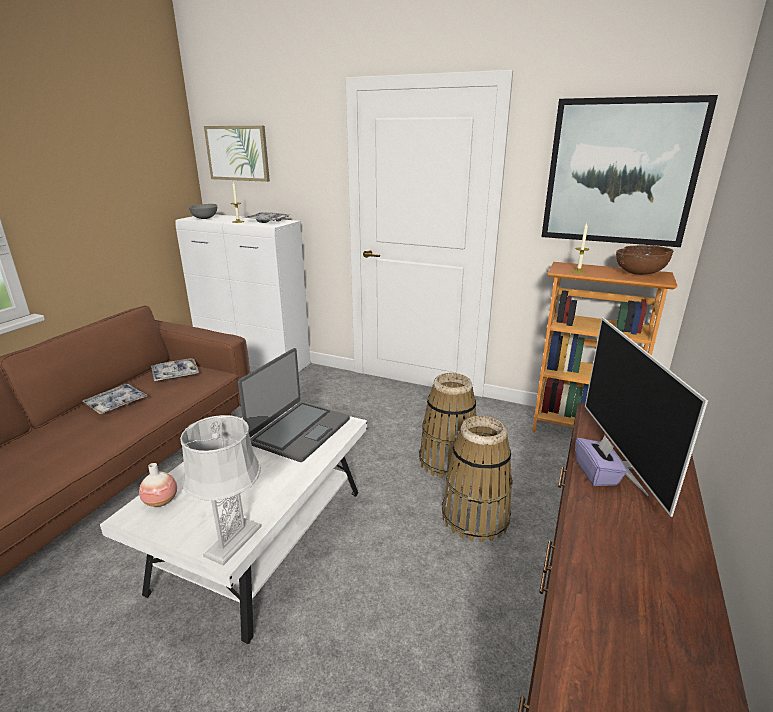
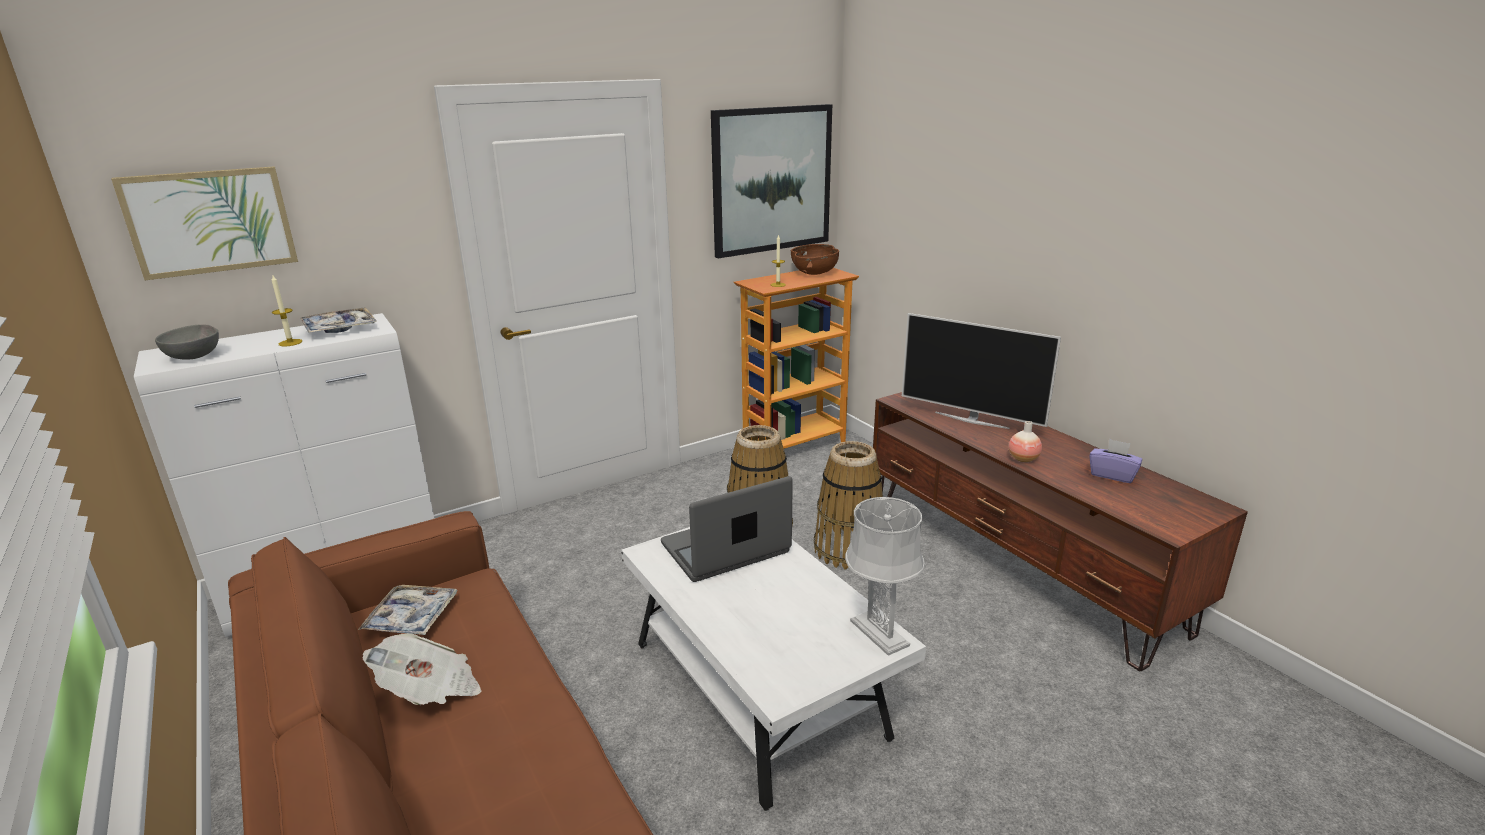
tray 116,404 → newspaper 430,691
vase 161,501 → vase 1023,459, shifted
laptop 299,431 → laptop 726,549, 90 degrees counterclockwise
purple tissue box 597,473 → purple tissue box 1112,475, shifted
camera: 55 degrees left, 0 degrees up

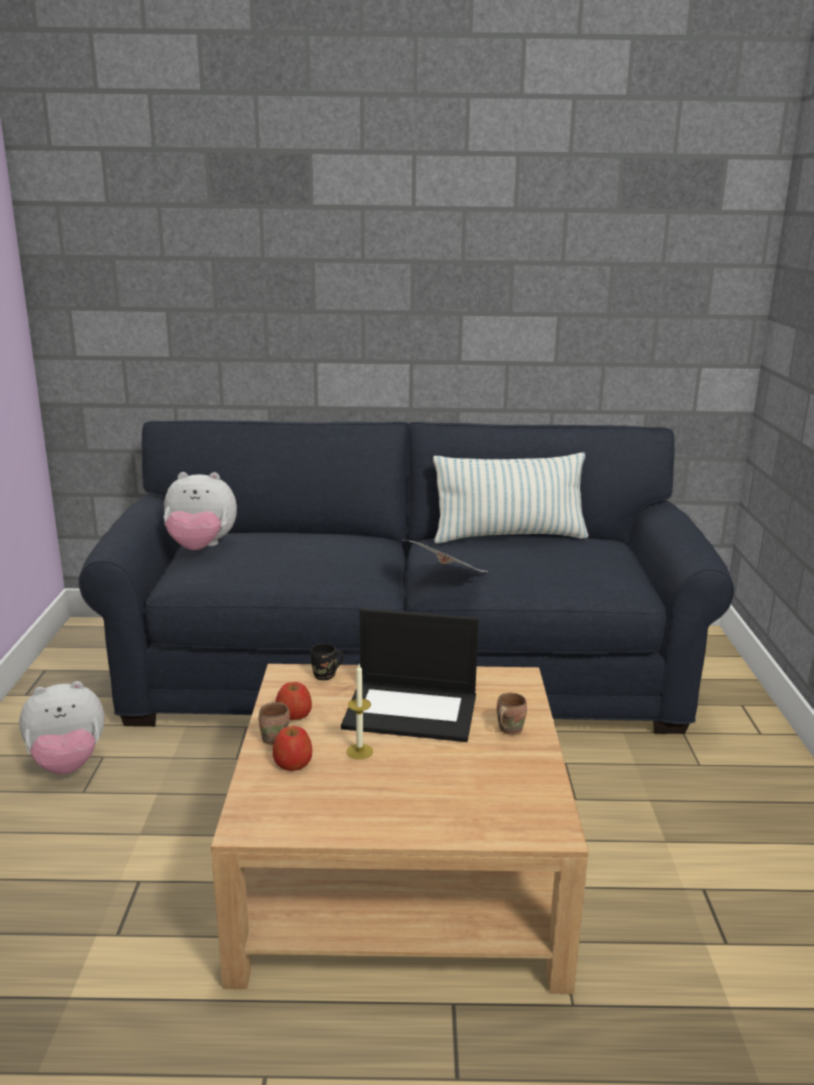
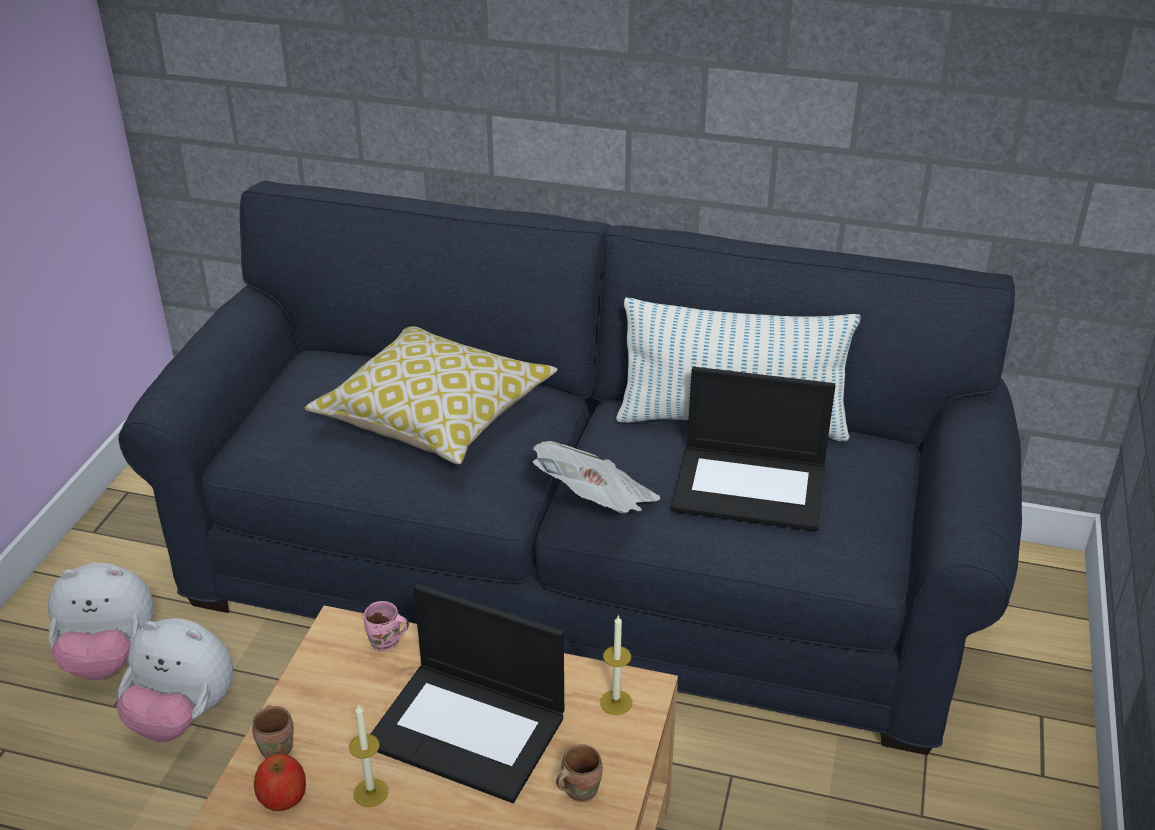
plush toy 201,548 → plush toy 183,716, shifted
apple 293,715 → -
black mug 326,676 → pink mug 386,643
- → pillow 435,416
- → candle 616,702
- → laptop 751,487
camera: 15 degrees right, 15 degrees up

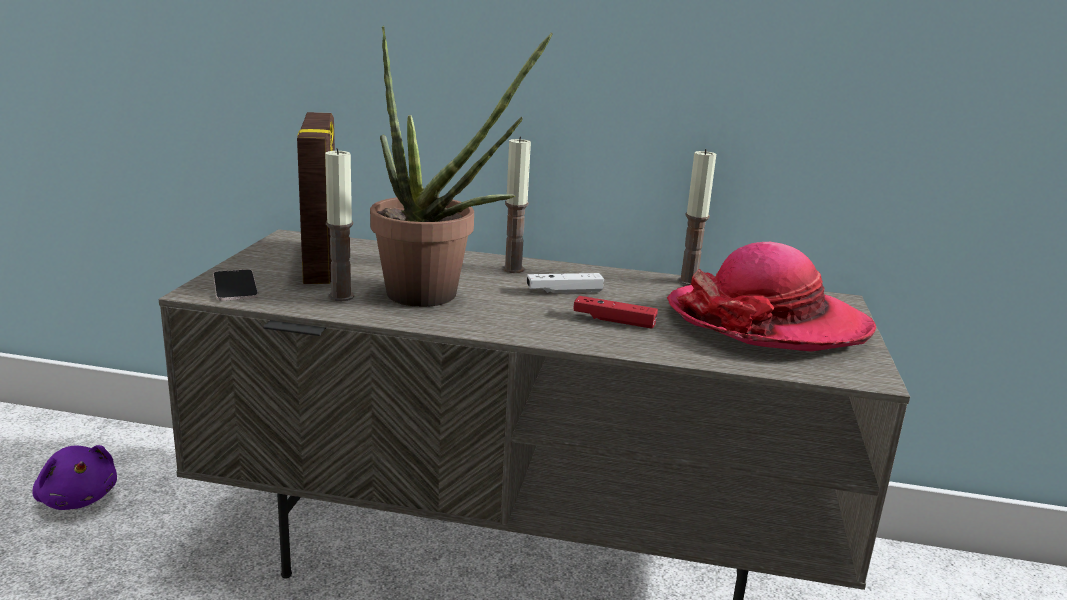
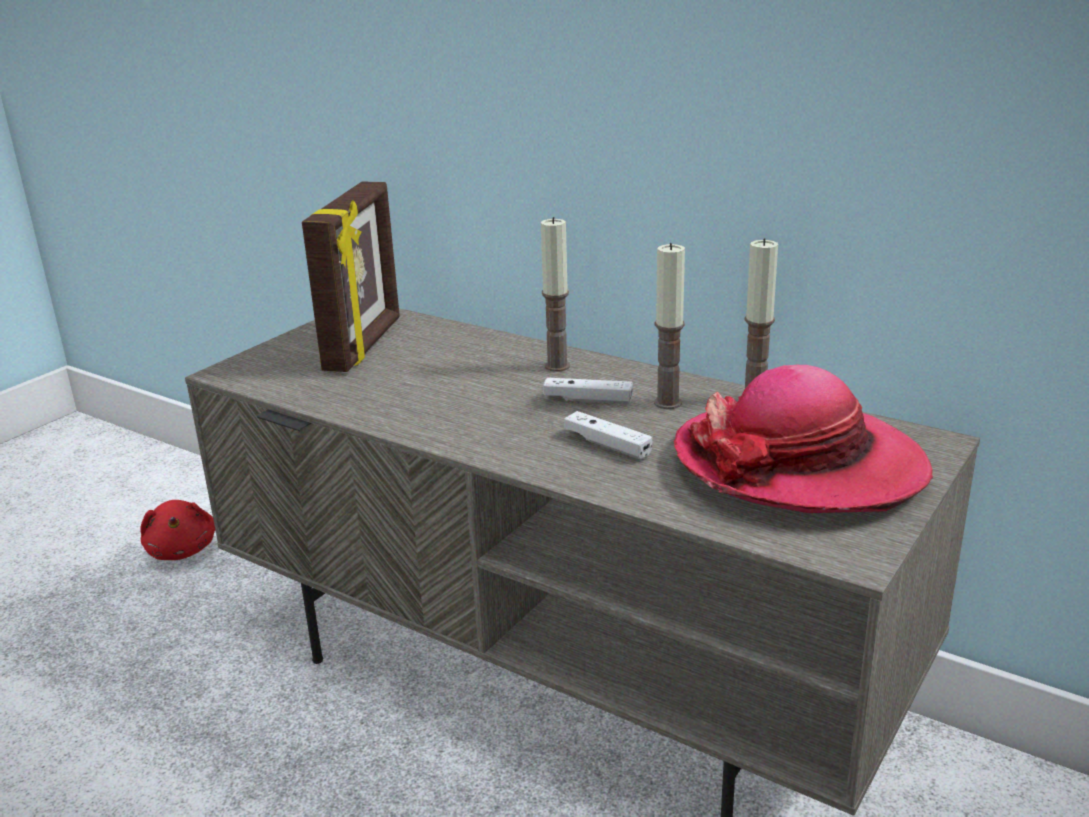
purple plush toy 78,498 → red plush toy 182,550
phone 235,286 → -
candle 341,296 → candle 668,403, shifted
potted plant 436,297 → -
red game controller 614,320 → white game controller 607,445
camera: 25 degrees right, 5 degrees up

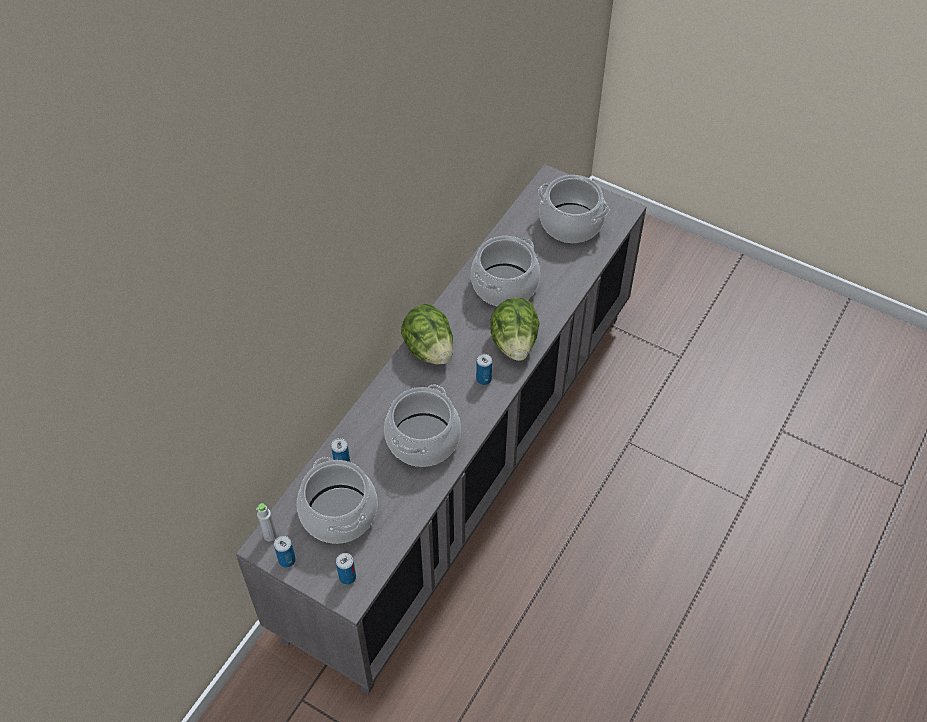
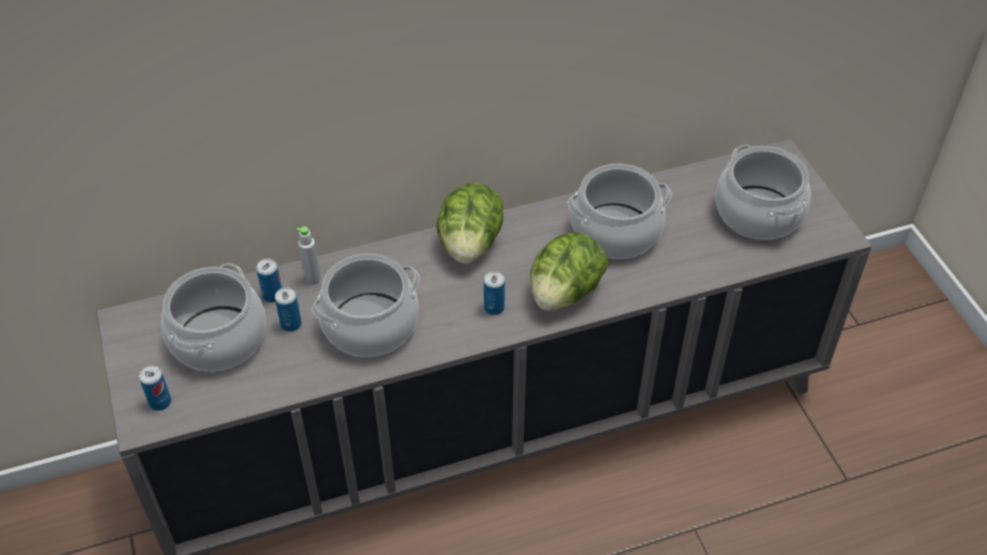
grey bottle 270,535 → grey bottle 312,279, shifted
can 287,560 → can 291,324, shifted
camera: 40 degrees right, 5 degrees down

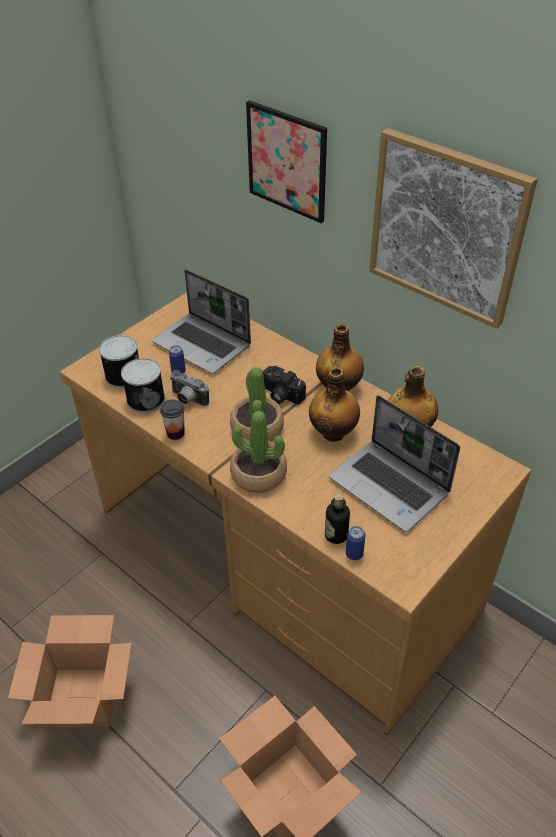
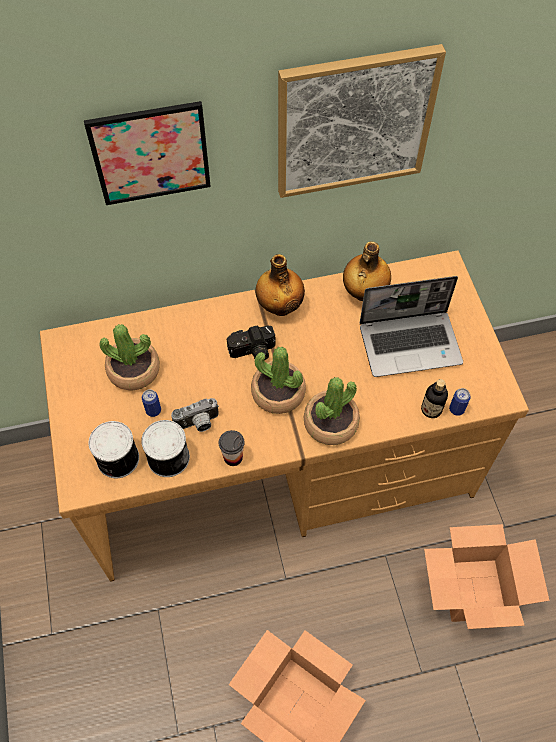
laptop 203,344 → potted plant 134,370
bottle 333,432 → -
camera: 55 degrees left, 15 degrees up

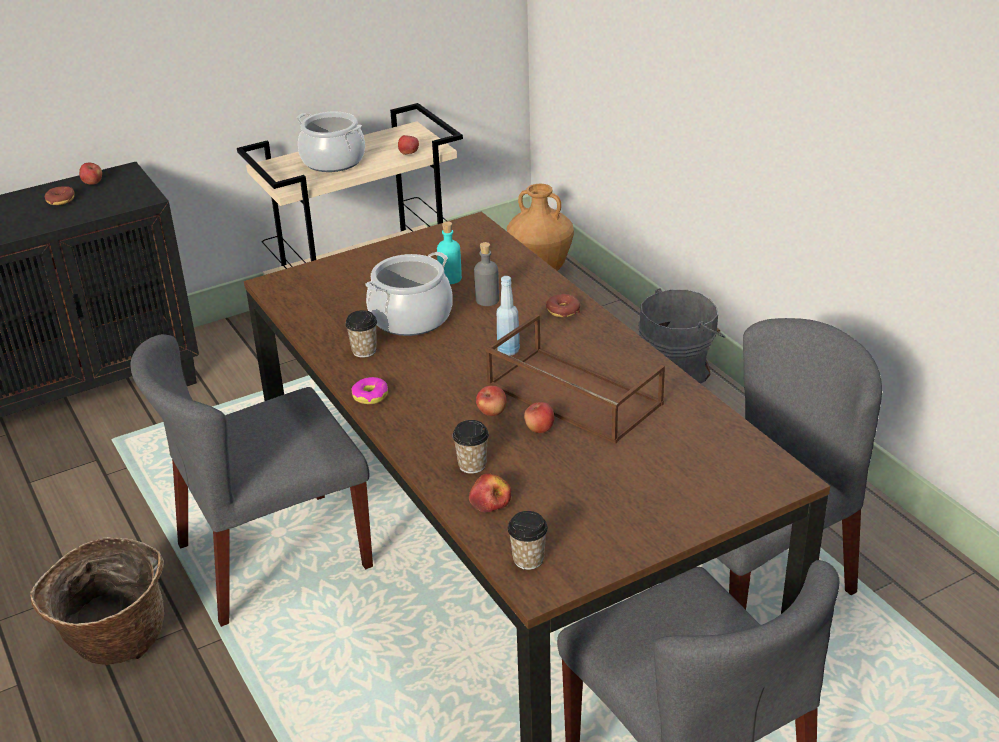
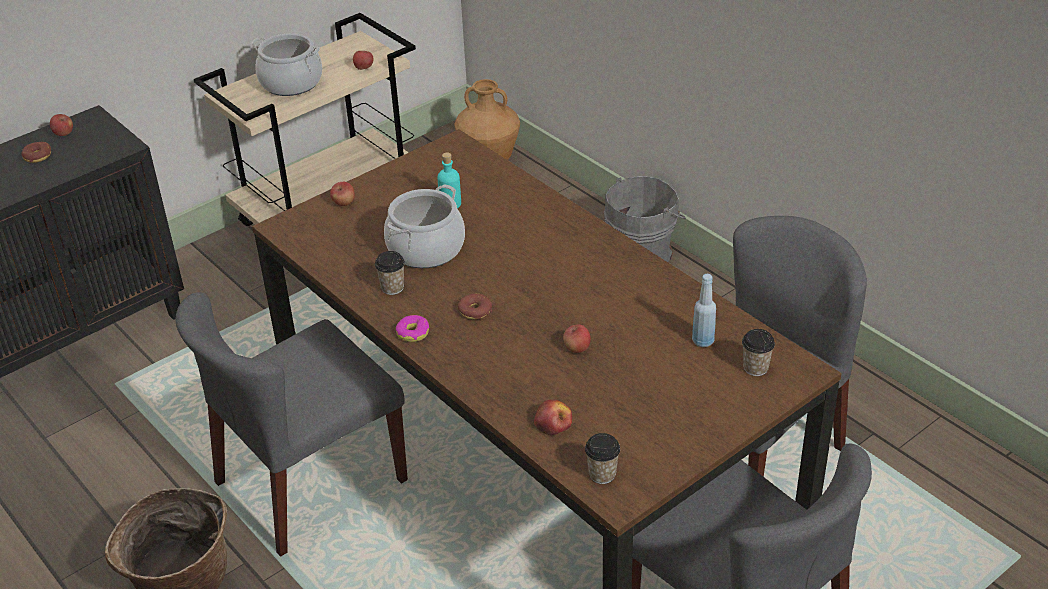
cup 472,465 → cup 755,368, shifted
grey bottle 487,300 → -
apple 492,412 → apple 344,203, shifted
brown tray 571,394 → -
blue bottle 508,351 → blue bottle 703,341, shifted
donut 563,311 → donut 475,311, shifted
camera: 10 degrees left, 5 degrees up

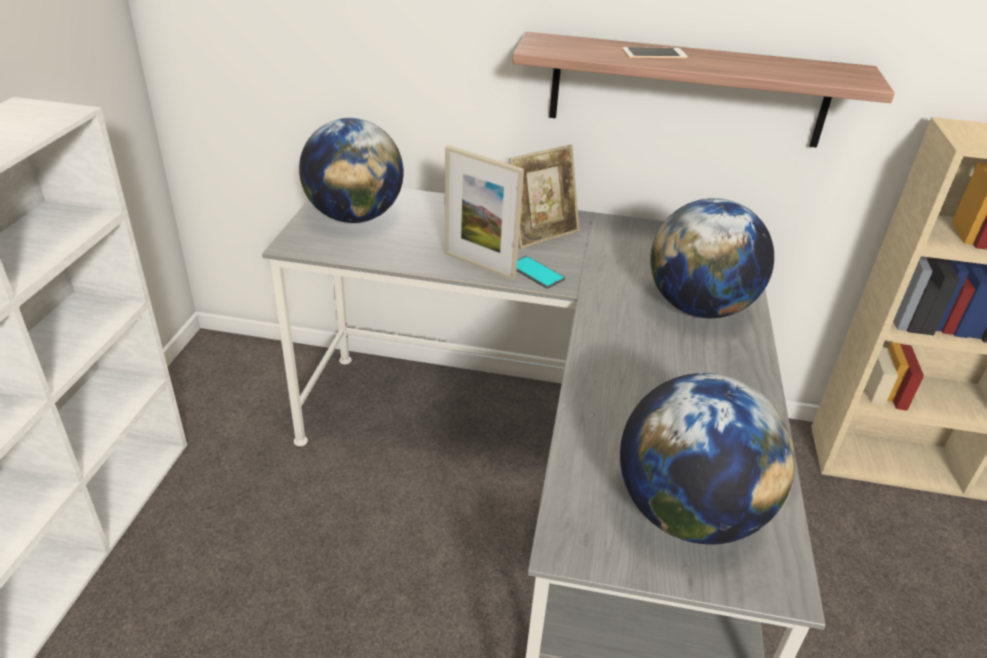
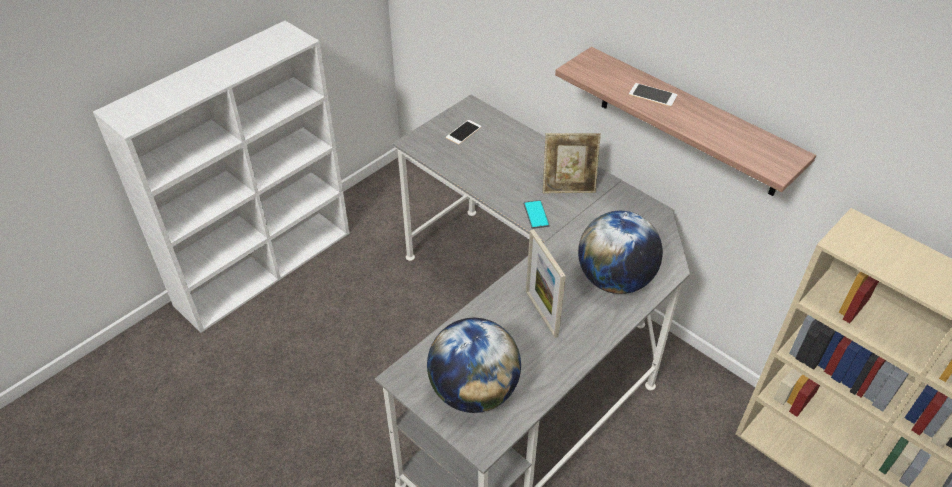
globe 354,217 → phone 463,132
picture frame 479,265 → picture frame 541,313, shifted
camera: 35 degrees right, 10 degrees up

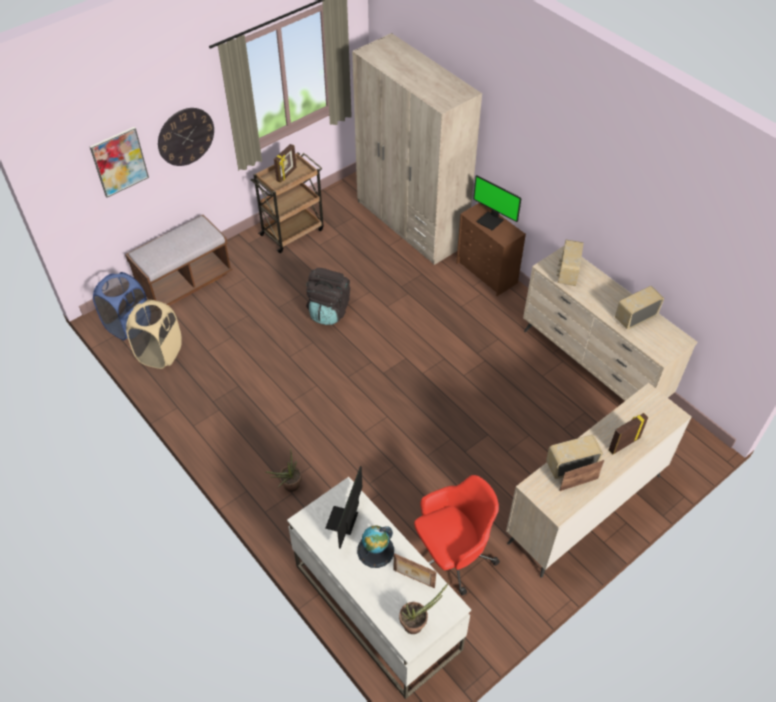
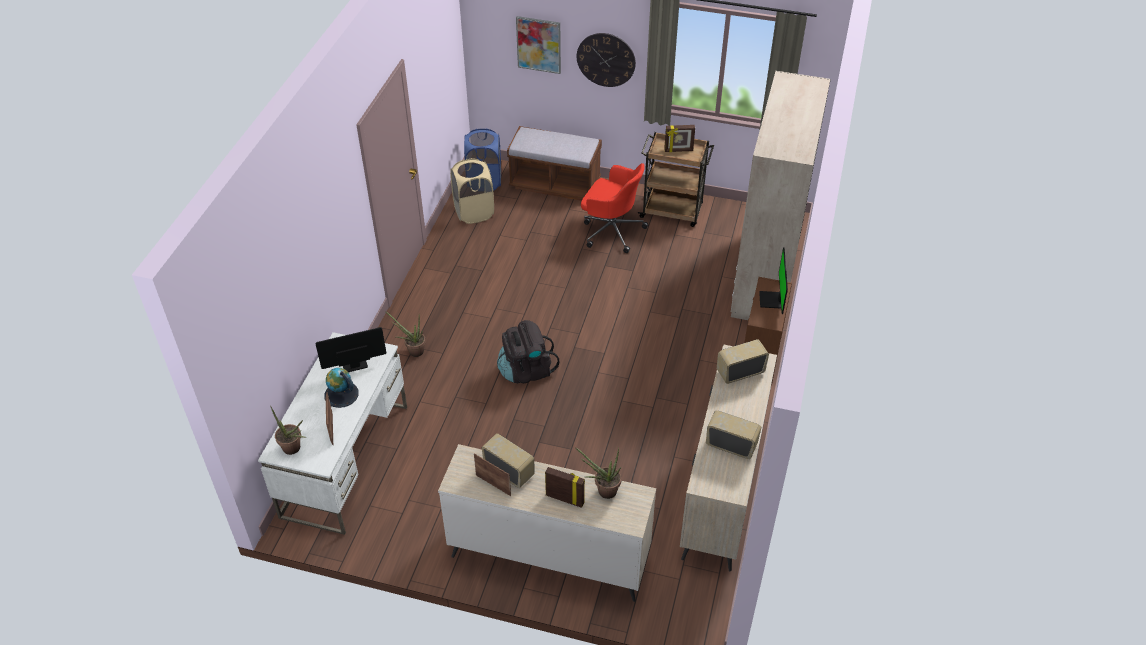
black backpack 329,310 → black backpack 526,370, shifted
red office chair 452,555 → red office chair 611,230, shifted
- → potted plant 603,491
camera: 55 degrees right, 5 degrees down

